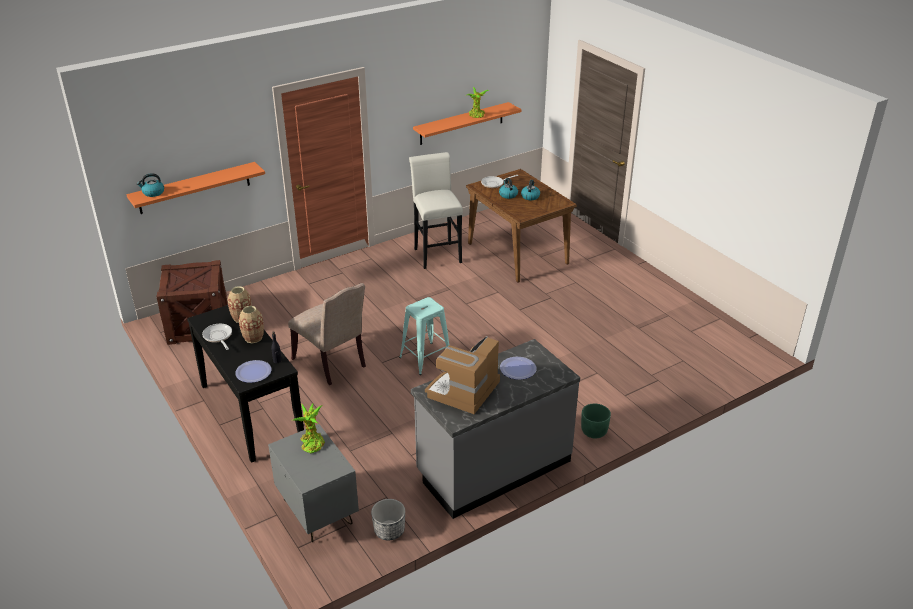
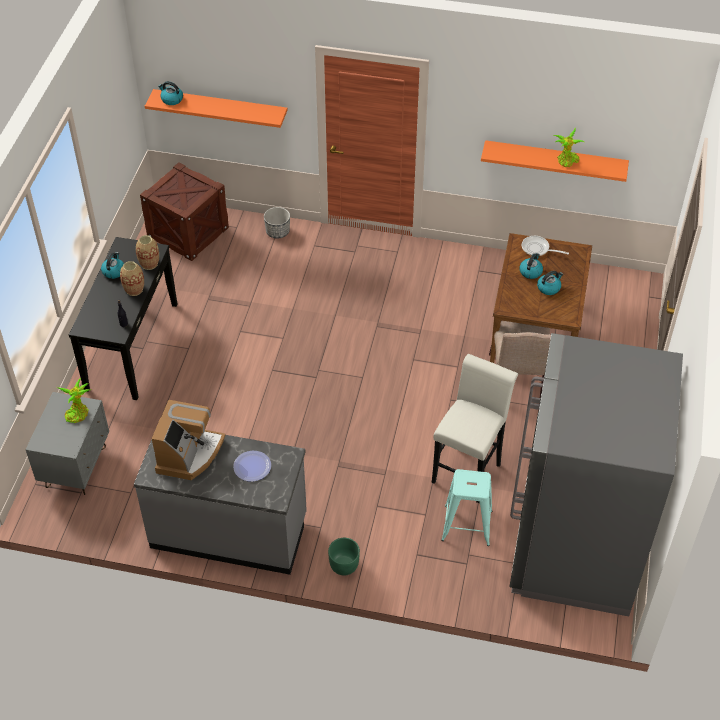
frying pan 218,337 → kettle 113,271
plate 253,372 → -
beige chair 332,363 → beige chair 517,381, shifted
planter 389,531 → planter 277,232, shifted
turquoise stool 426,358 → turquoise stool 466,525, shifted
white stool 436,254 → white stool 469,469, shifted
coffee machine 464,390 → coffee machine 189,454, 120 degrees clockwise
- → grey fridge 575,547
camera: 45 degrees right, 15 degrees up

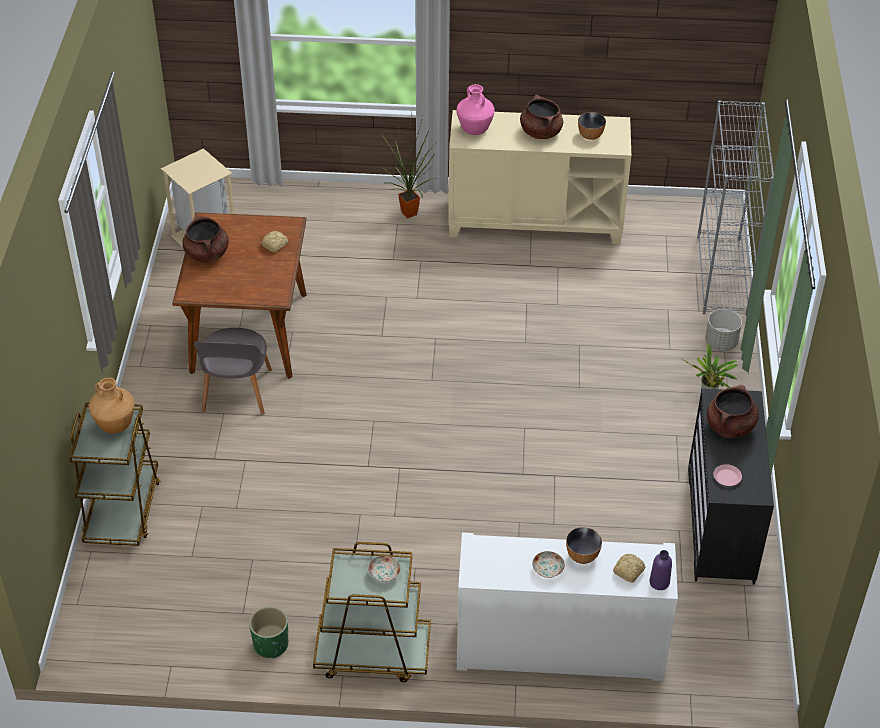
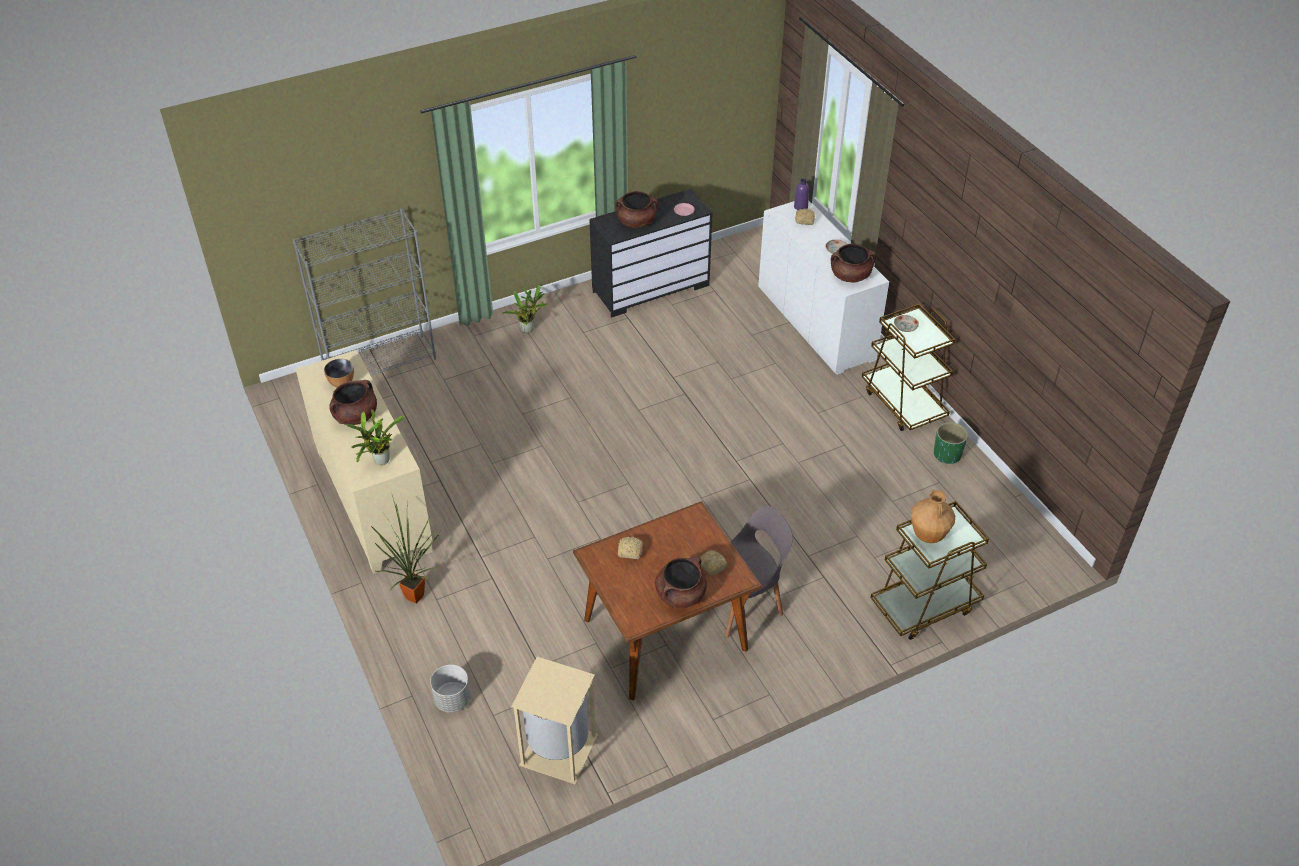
pink vase 474,130 → potted plant 380,462
bowl 582,556 → -
grey planter 720,343 → grey planter 453,700, shifted
- → bread 712,565
- → brown cooking pot 850,276
camera: 120 degrees left, 0 degrees up

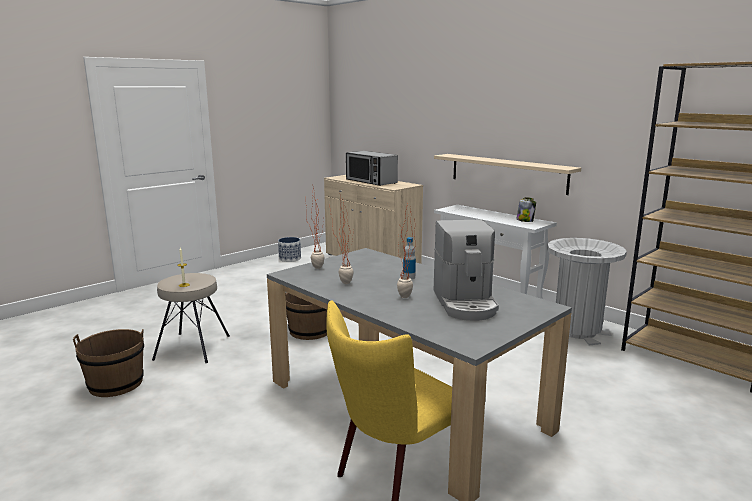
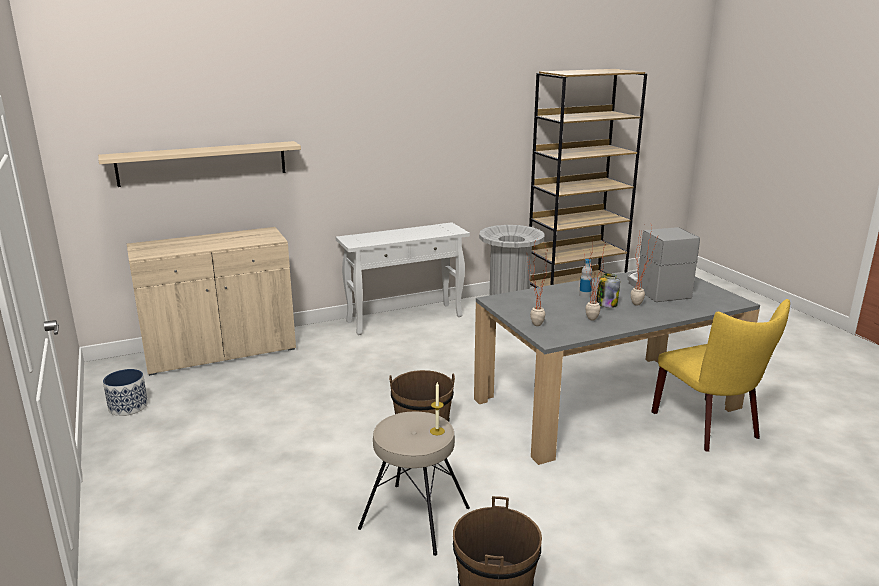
microwave 371,181 → -
beige shelf 507,173 → beige shelf 203,163, shifted
coffee machine 465,303 → coffee machine 656,289, 120 degrees counterclockwise
jar 525,220 → jar 606,304, shifted
camera: 70 degrees left, 5 degrees up

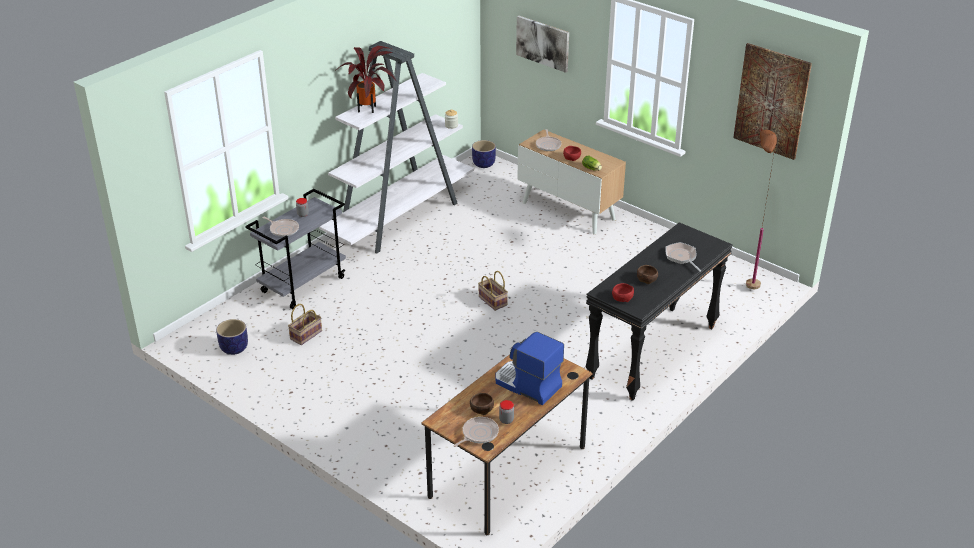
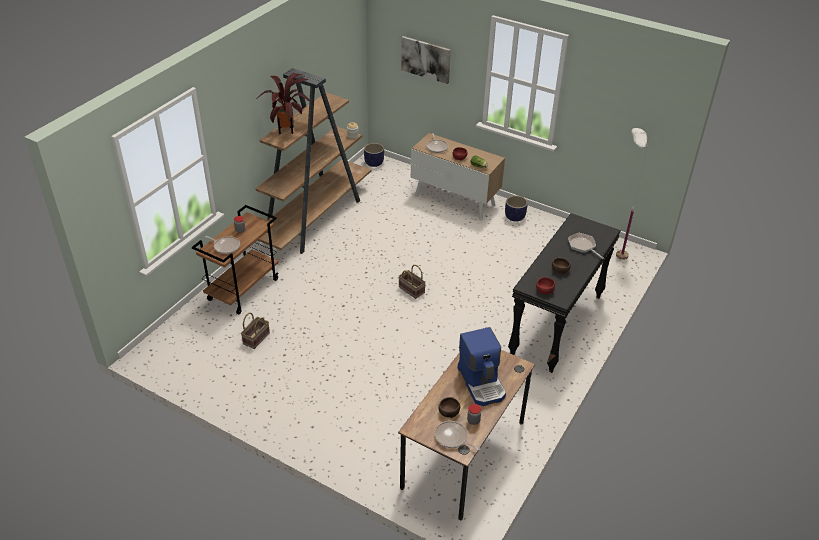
planter 234,348 → planter 514,217, shifted
grey cart 303,284 → brown cart 243,289
white bookcase 400,217 → brown bookcase 314,218
frying pan 478,434 → frying pan 452,438, 90 degrees counterclockwise
coffee machine 527,385 → coffee machine 482,382, 135 degrees counterclockwise
picture 772,101 → -
brown floor lamp 748,281 → white floor lamp 616,252
camera: 10 degrees left, 5 degrees up

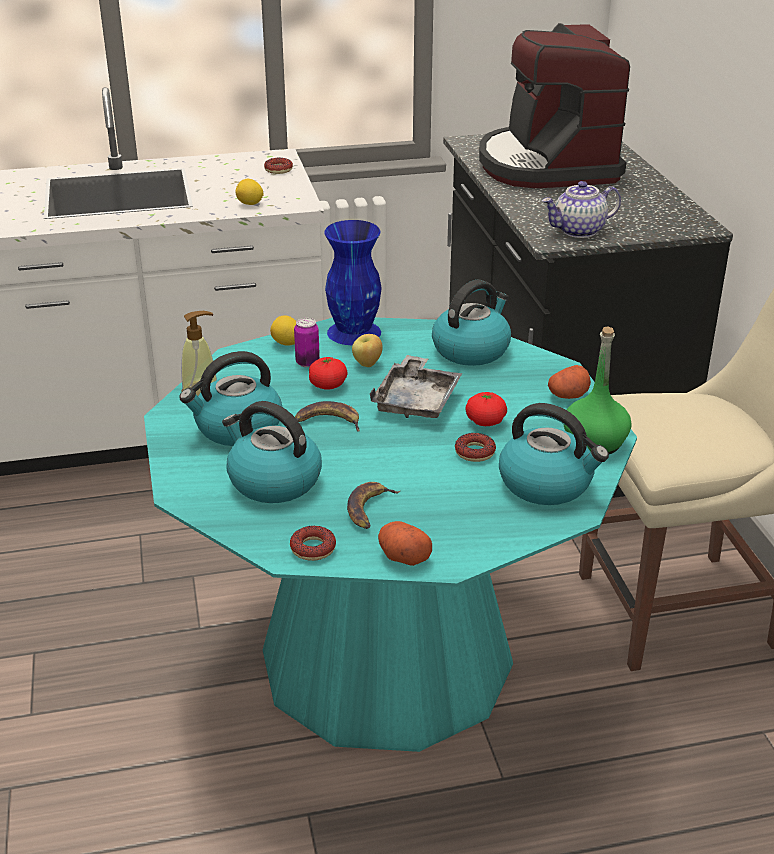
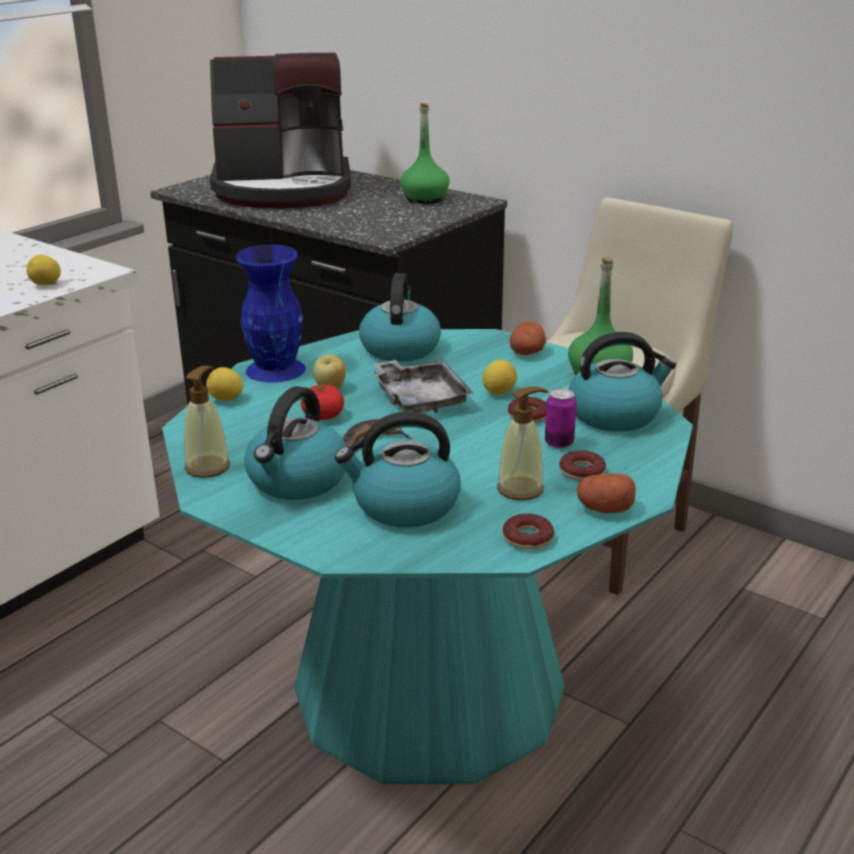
donut 278,170 → donut 582,471, shifted
can 307,363 → can 559,443, shifted
banana 369,509 → soap dispenser 520,489
tomato 485,421 → lemon 499,392
coffee machine 547,165 → coffee machine 284,190, 45 degrees counterclockwise
teapot 579,231 → -
- → green bottle 425,199
camera: 40 degrees left, 5 degrees down

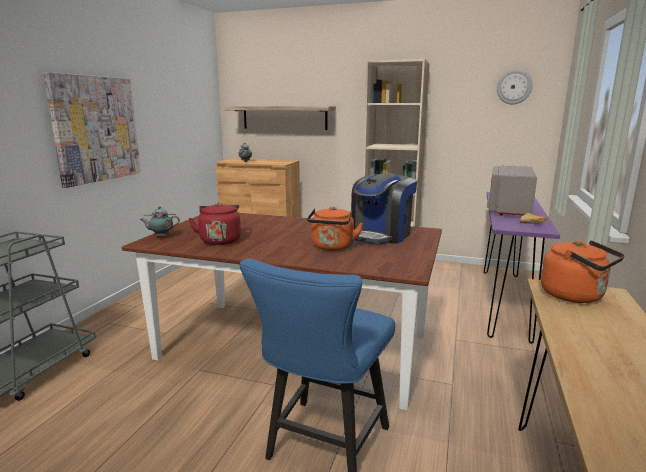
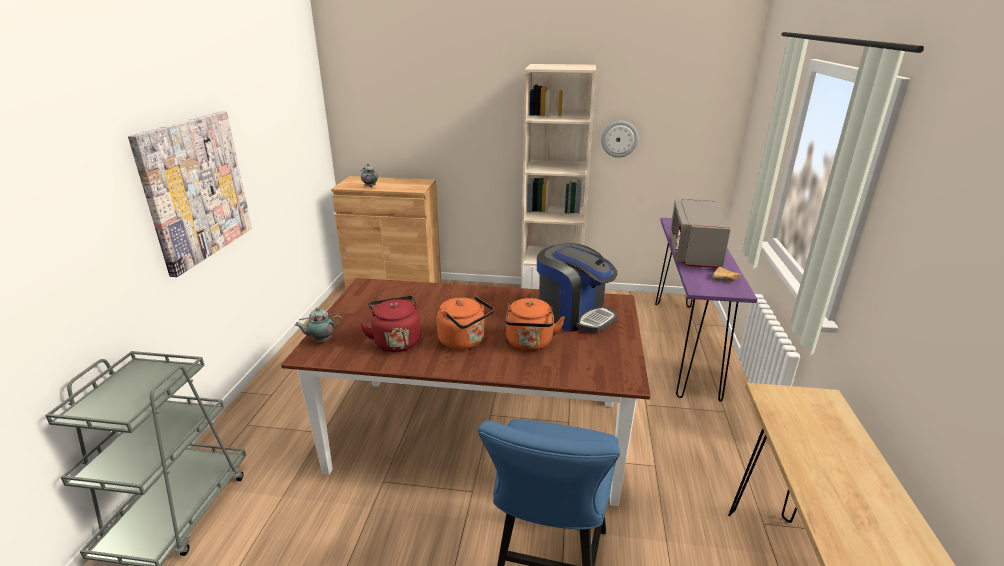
shelf 284,117 → -
coffee machine 380,235 → coffee machine 573,314, 75 degrees counterclockwise
wall clock 514,87 → wall clock 619,139, shifted
orange kettle 576,296 → orange kettle 464,342, shifted
camera: 10 degrees left, 10 degrees up

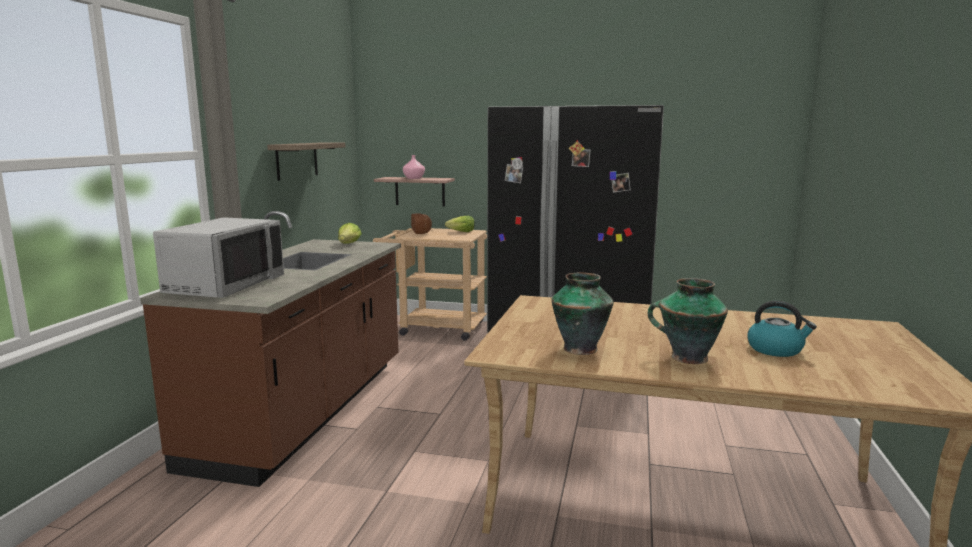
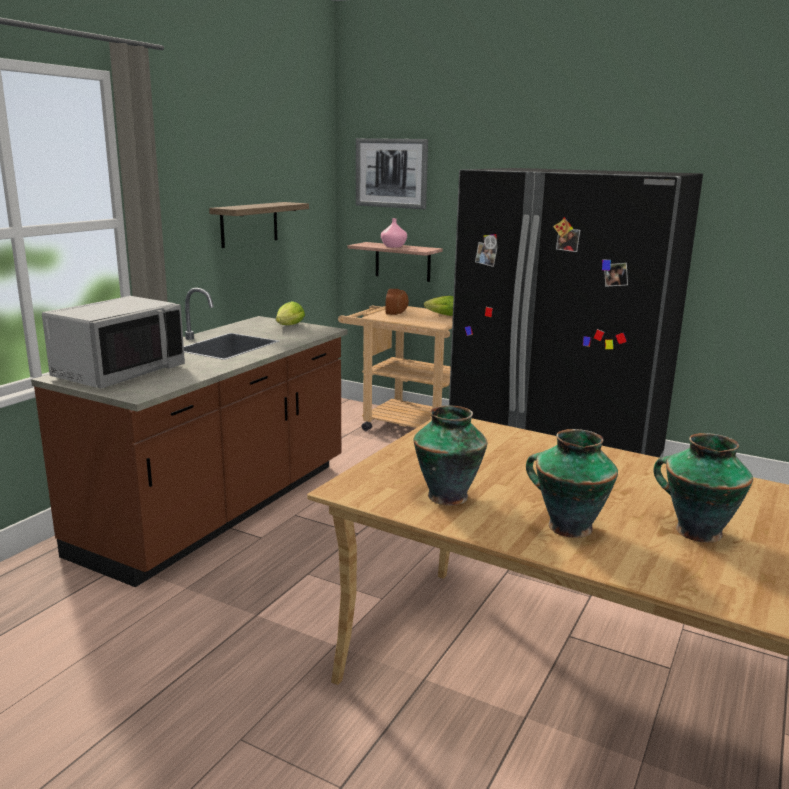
kettle 776,349 → vase 696,531
- → picture 391,173
camera: 15 degrees right, 5 degrees up

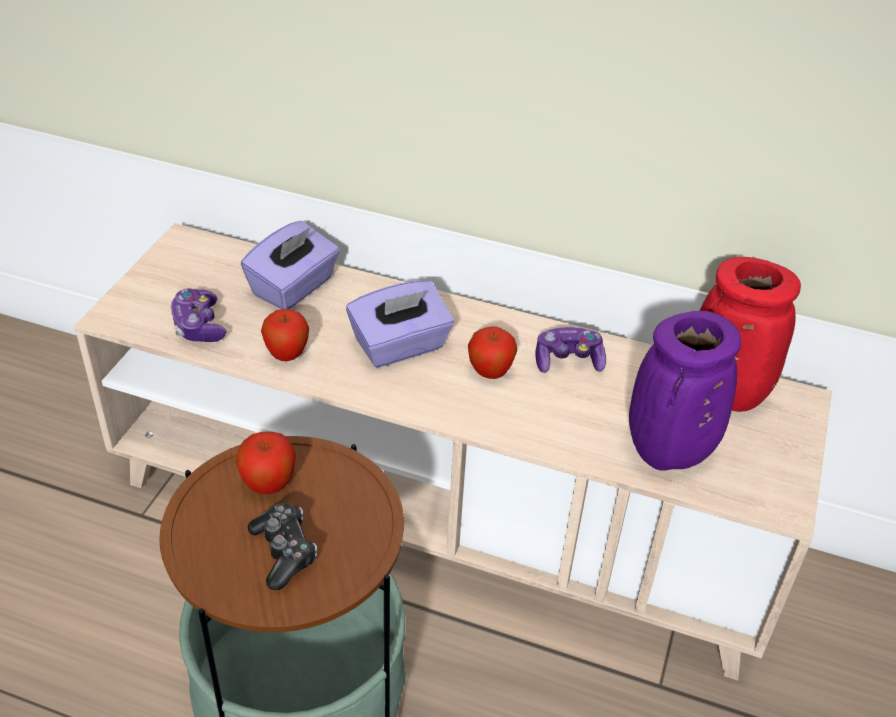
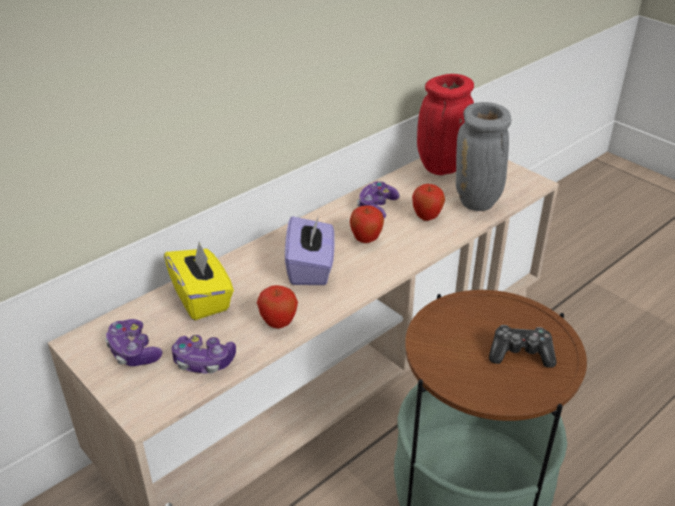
apple 268,485 → apple 427,217, shifted
purple tissue box 294,287 → yellow tissue box 202,298
purple vase 668,455 → grey vase 477,203
- → game controller 133,351
camera: 60 degrees left, 5 degrees down

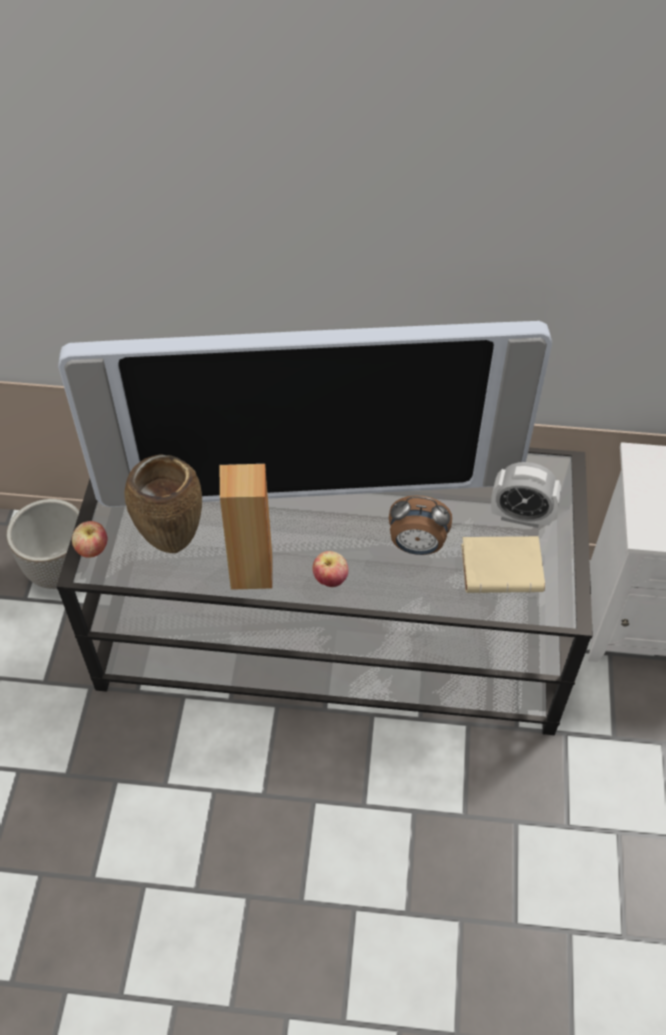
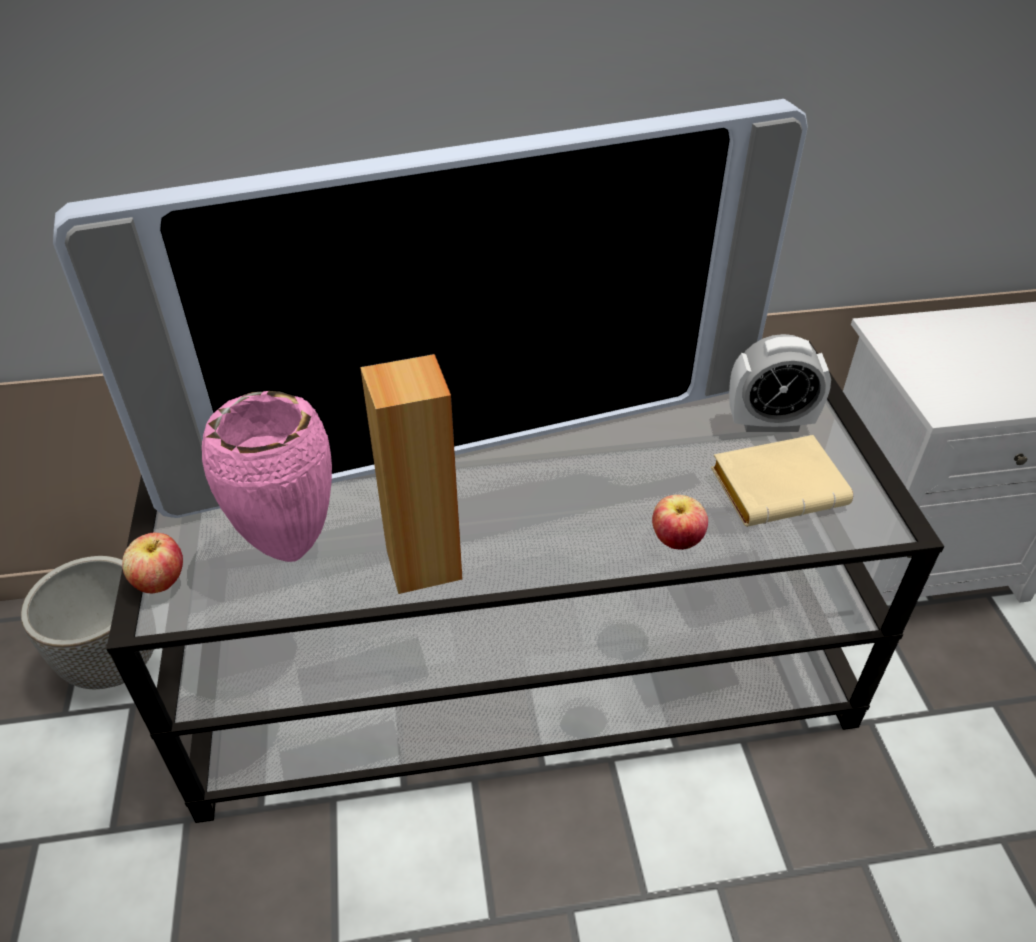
brown vase 174,544 → pink vase 291,549
apple 330,579 → apple 676,541, shifted
alarm clock 416,546 → -
camera: 15 degrees left, 10 degrees down

